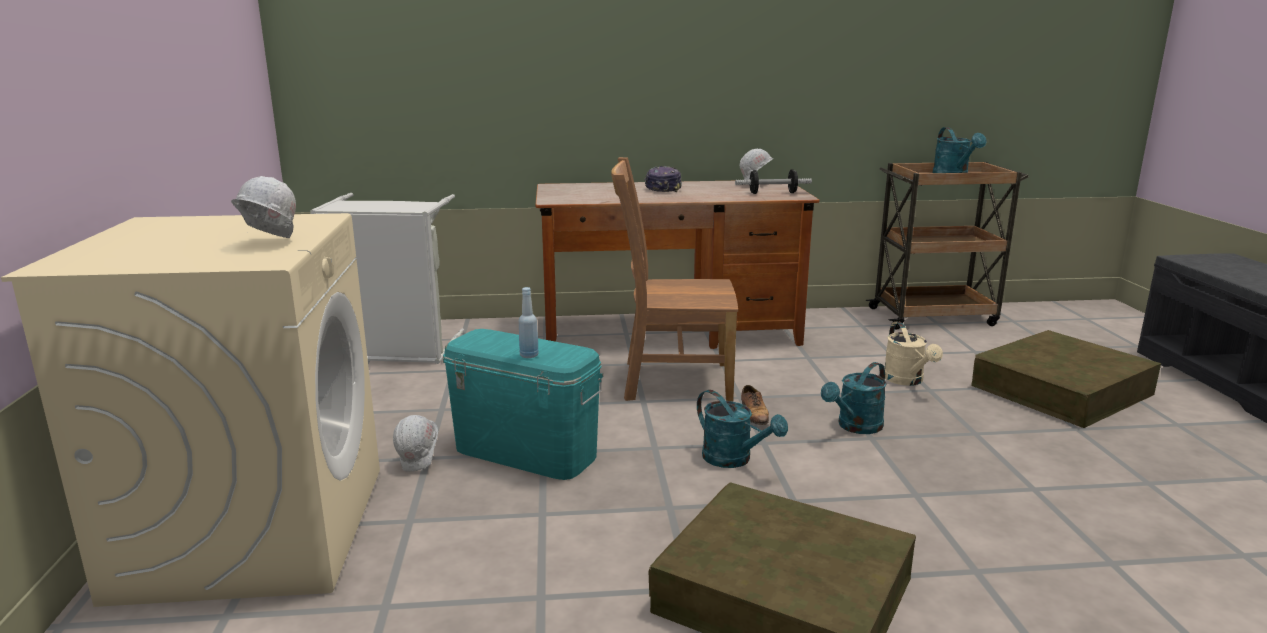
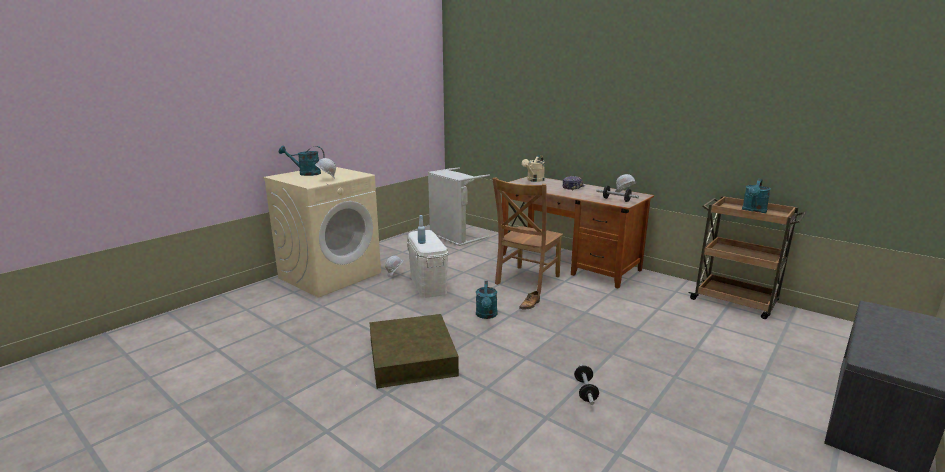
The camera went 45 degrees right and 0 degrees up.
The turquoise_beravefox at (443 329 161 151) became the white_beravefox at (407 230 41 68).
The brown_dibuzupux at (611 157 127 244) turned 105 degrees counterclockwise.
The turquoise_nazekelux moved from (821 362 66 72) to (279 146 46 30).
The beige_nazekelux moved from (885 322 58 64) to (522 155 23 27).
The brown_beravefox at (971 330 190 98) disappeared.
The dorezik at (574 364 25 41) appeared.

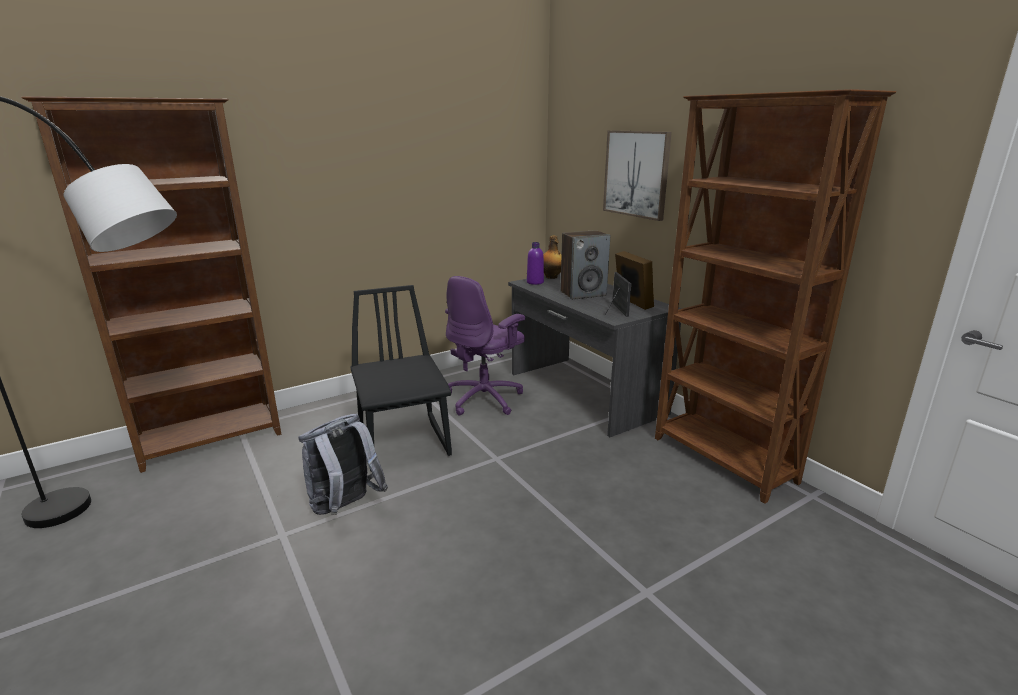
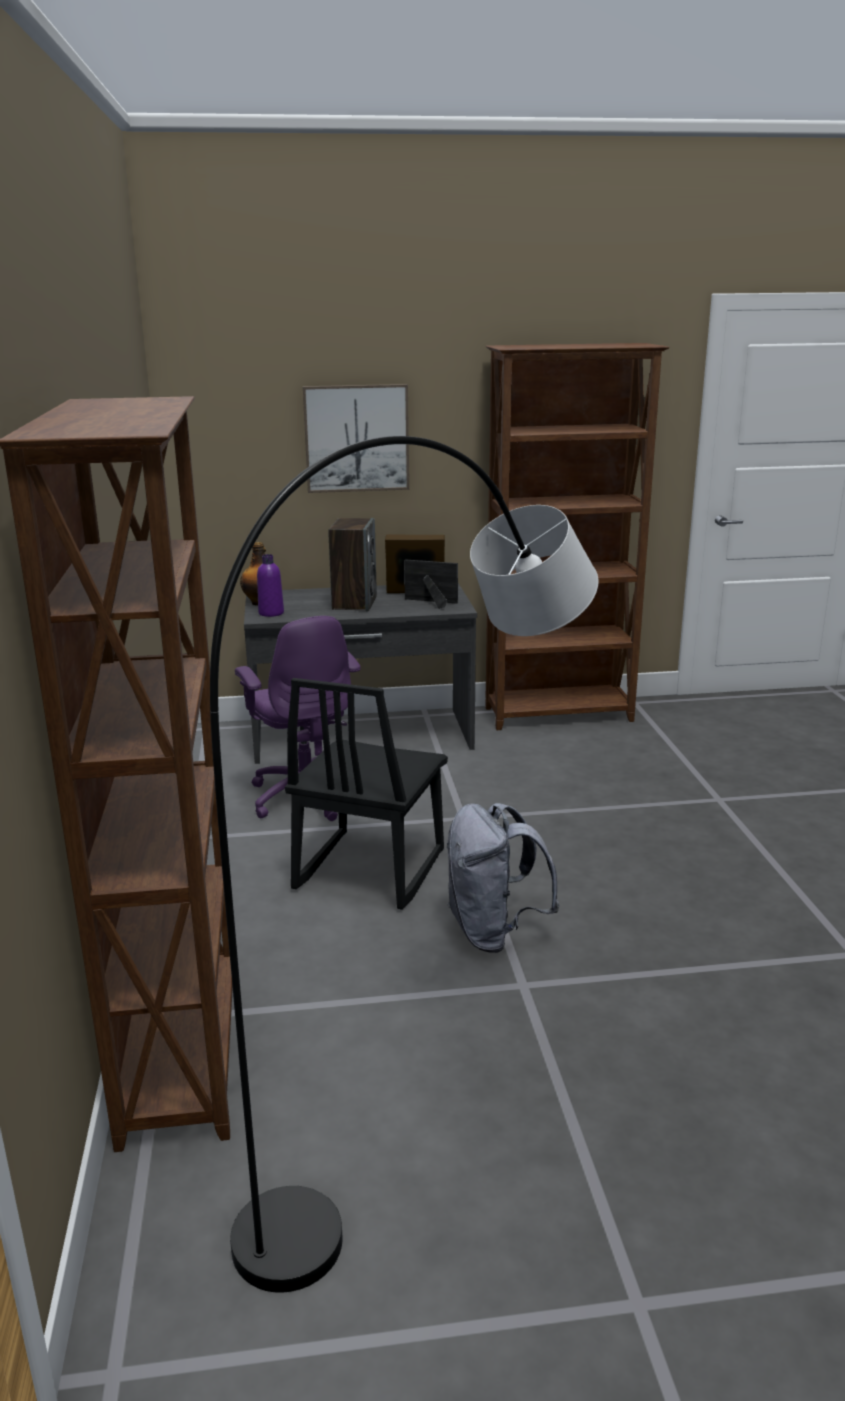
The camera went 65 degrees left and 0 degrees up.
The black_dibuzupux at (350 285 102 186) turned 75 degrees counterclockwise.

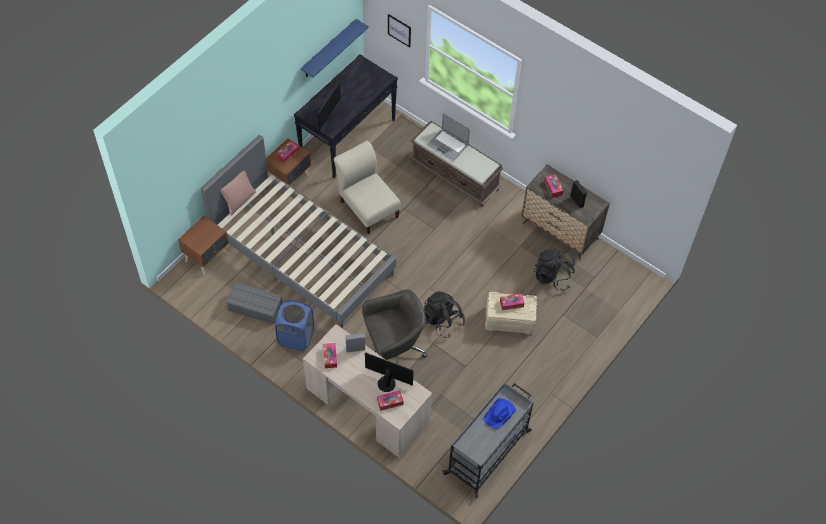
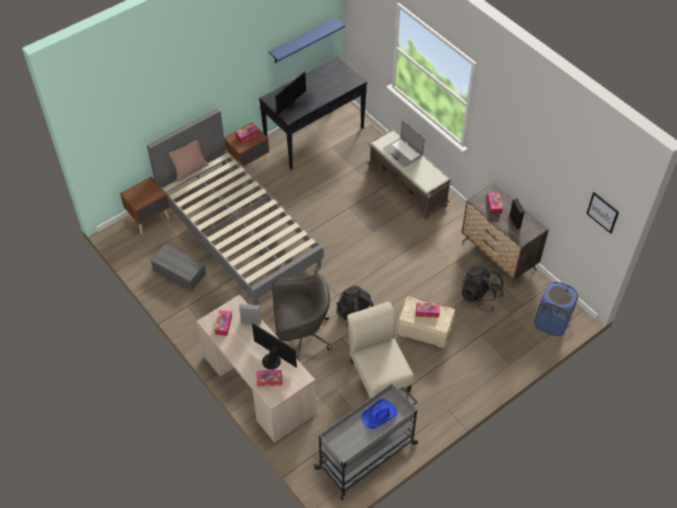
The camera went 15 degrees right and 5 degrees down.
The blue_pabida moved from (275 300 39 51) to (534 282 44 54).
The beige_dibuzupux moved from (334 141 67 94) to (347 302 67 96).
The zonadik moved from (388 14 23 34) to (586 192 33 42).

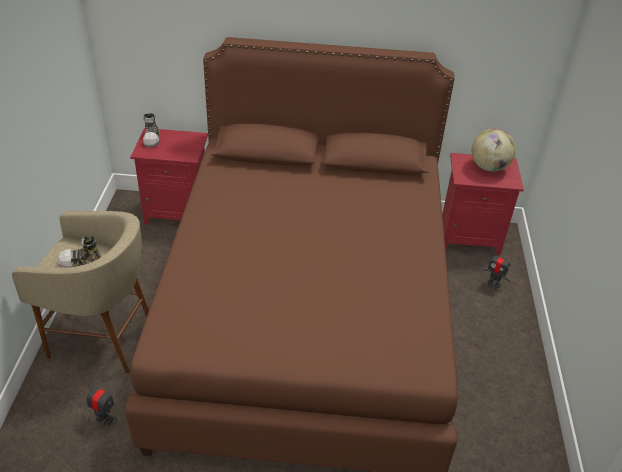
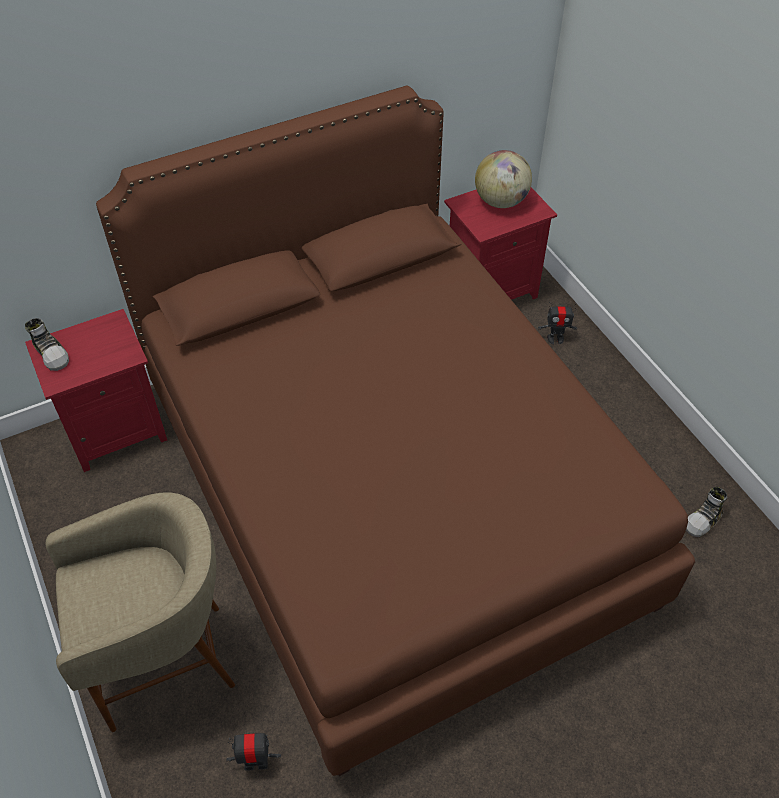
The camera went 30 degrees left and 10 degrees up.
The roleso moved from (57 236 45 31) to (686 487 41 50).

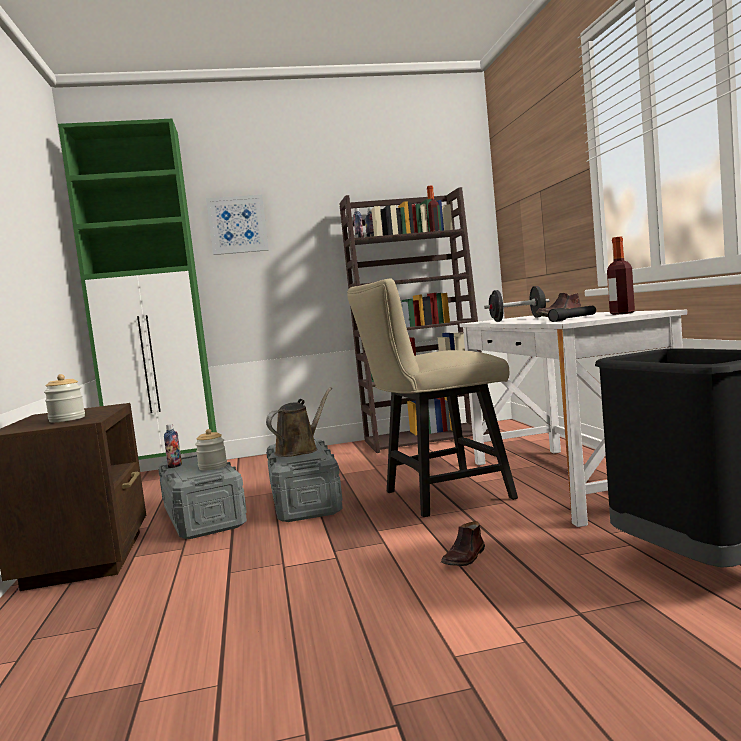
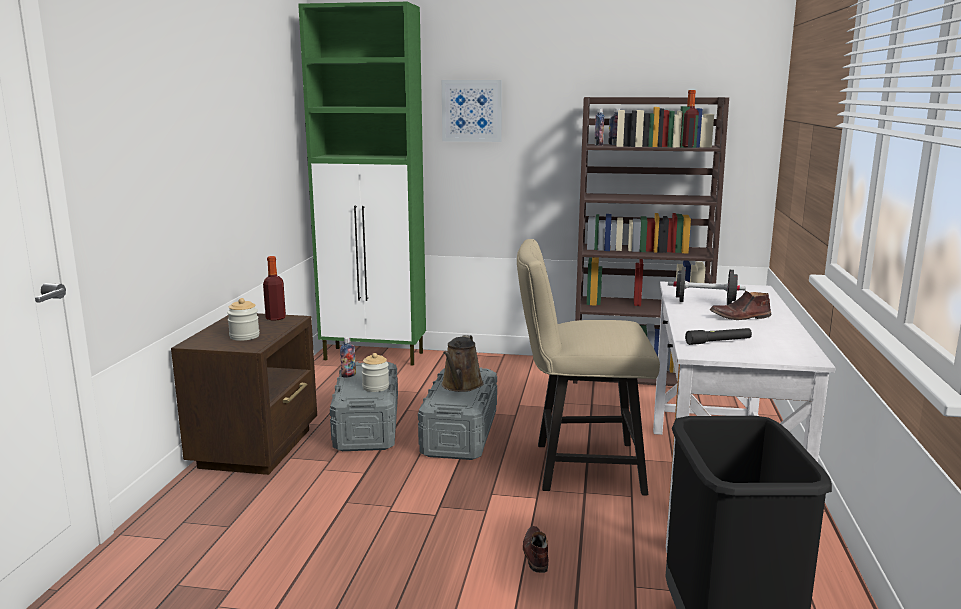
The camera went 20 degrees right and 10 degrees up.
The brown_nazekelux at (266 387 66 70) turned 135 degrees clockwise.
The brown_roleso at (441 521 44 45) turned 120 degrees clockwise.
The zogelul moved from (607 236 28 79) to (263 256 23 65).

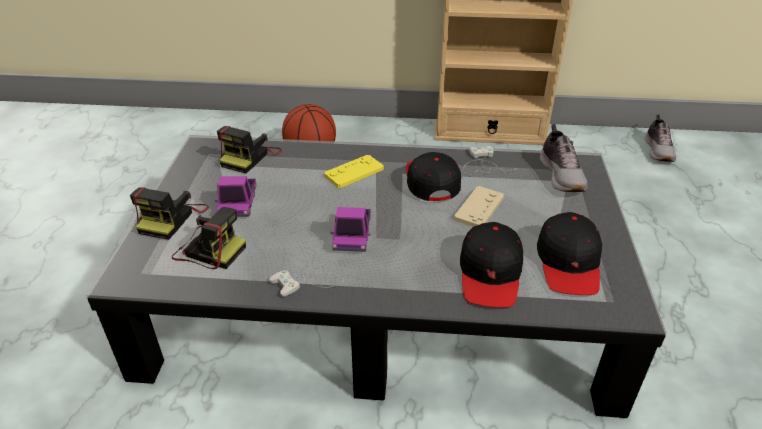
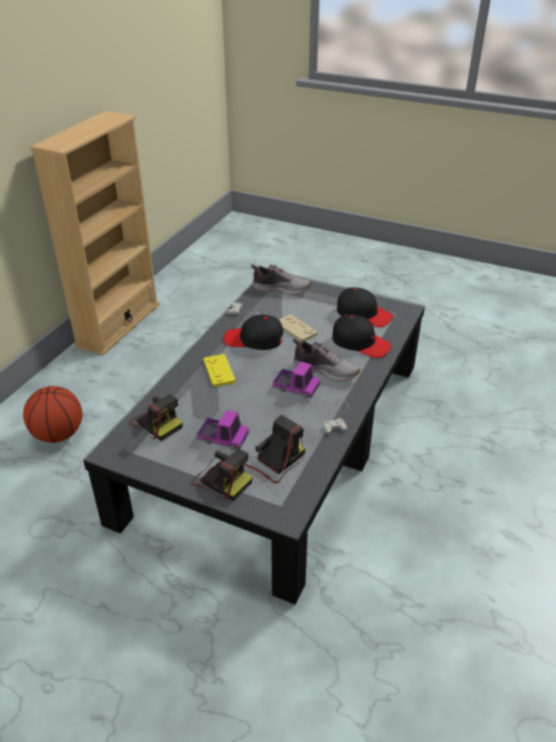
The camera went 70 degrees left and 0 degrees up.
The roleso moved from (645 114 31 48) to (293 338 67 44).

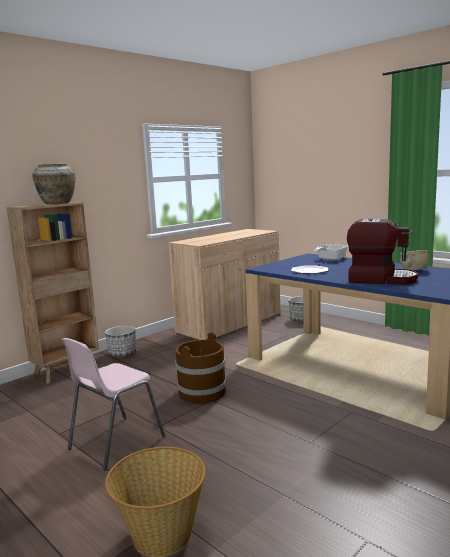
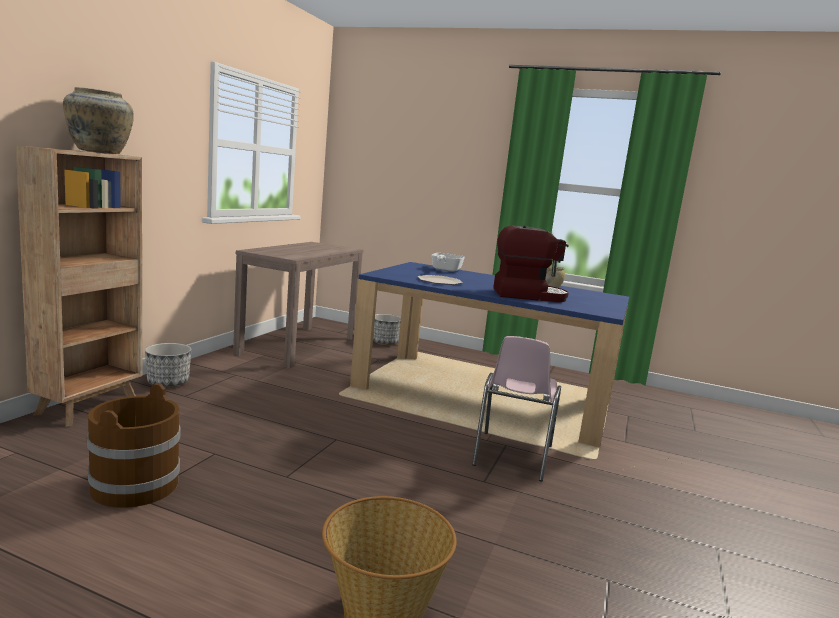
The camera went 25 degrees left and 0 degrees up.
The pink_dibuzupux moved from (62 338 103 132) to (472 336 89 145).
The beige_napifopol at (168 229 112 111) was replaced by the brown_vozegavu at (233 242 130 126).
The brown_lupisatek moved from (175 332 51 72) to (87 383 94 125).

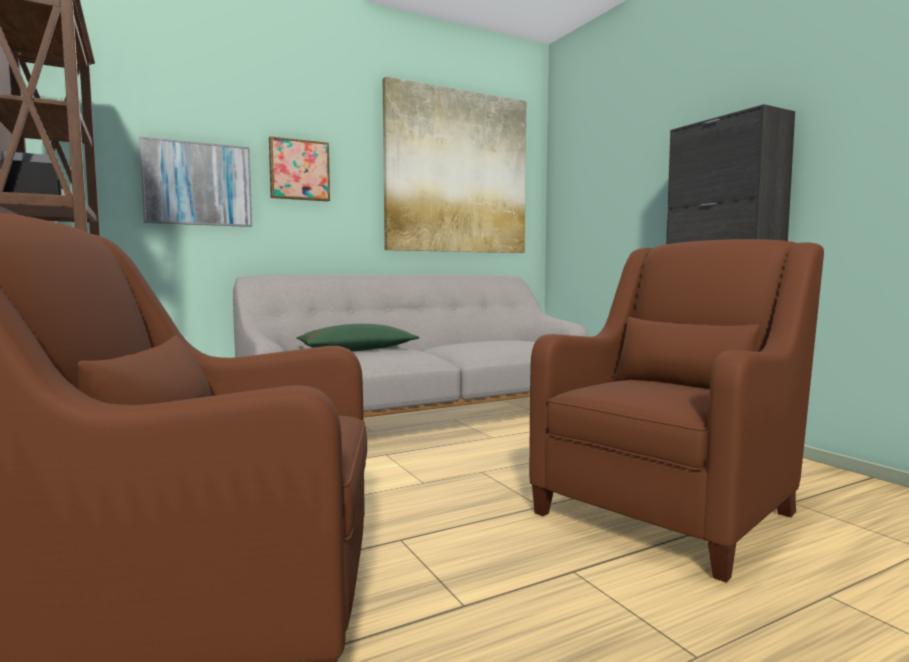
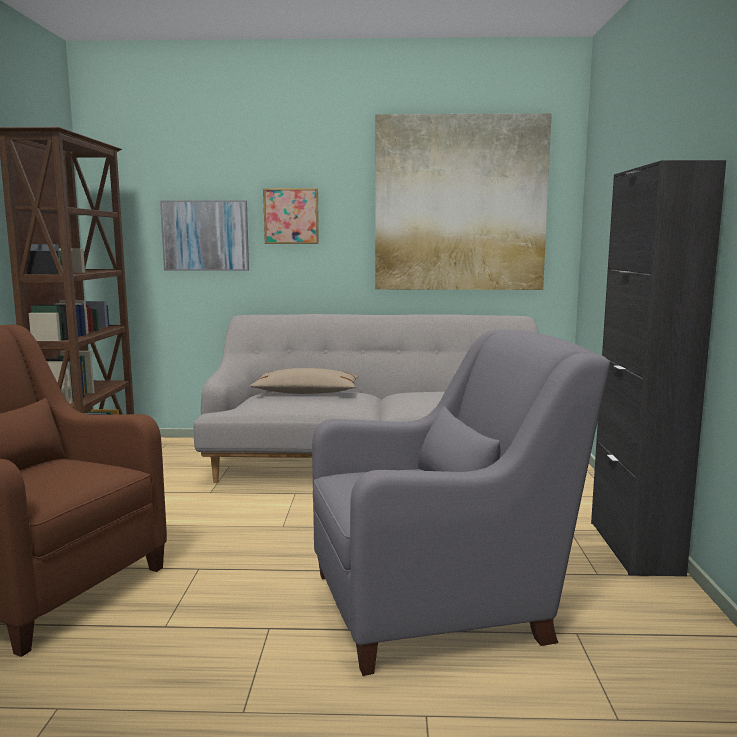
The camera went 30 degrees right and 5 degrees up.
The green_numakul at (297 324 123 27) became the beige_numakul at (249 368 110 26).
The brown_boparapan at (529 239 295 344) became the grey_boparapan at (312 330 298 346).

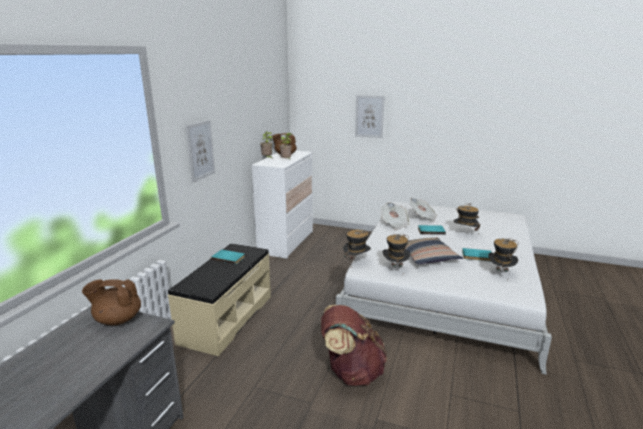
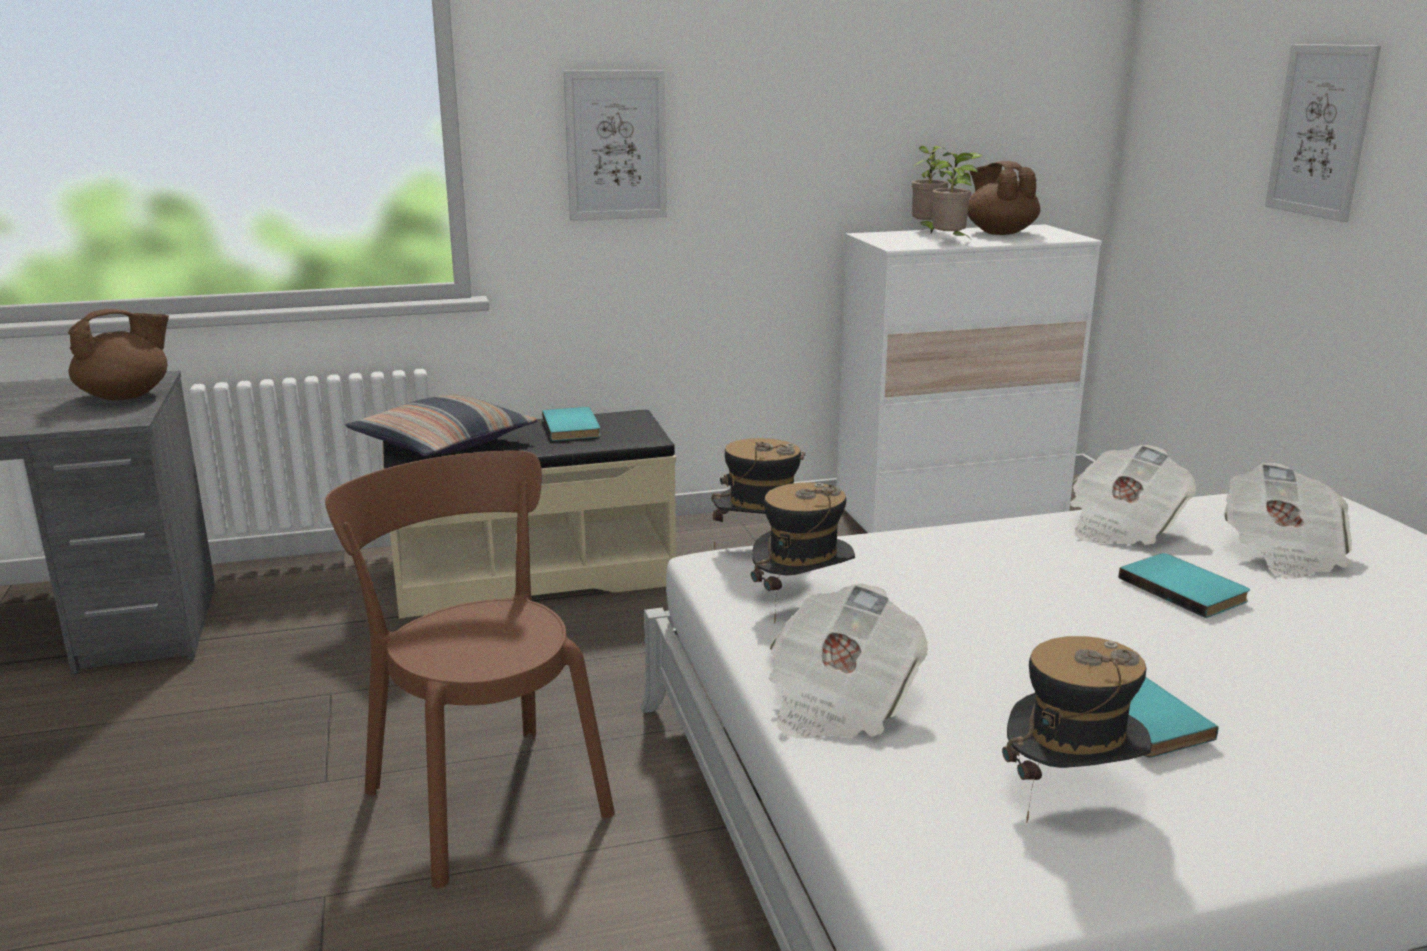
The camera went 55 degrees right and 0 degrees up.
The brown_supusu at (82 279 59 46) turned 90 degrees clockwise.
The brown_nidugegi at (321 305 66 81) was replaced by the brown_dibuzupux at (325 450 290 439).
The numakul moved from (405 237 58 27) to (346 394 191 62).
The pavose at (453 203 27 28) disappeared.
The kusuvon at (769 584 159 155) appeared.

